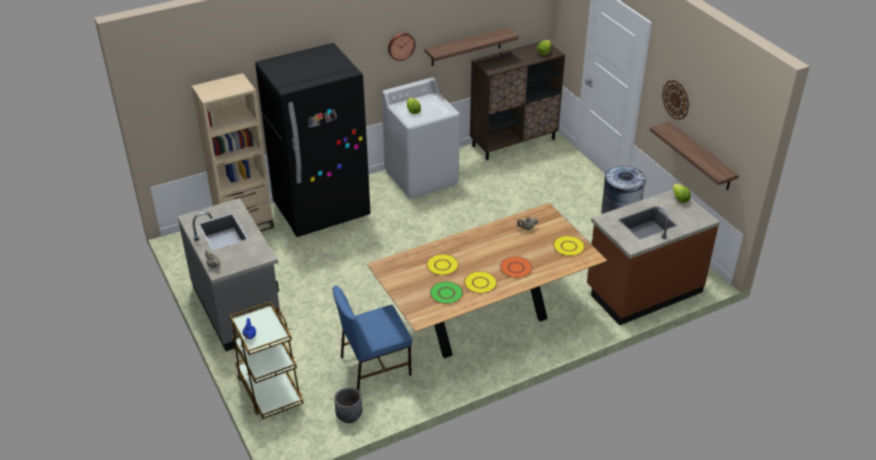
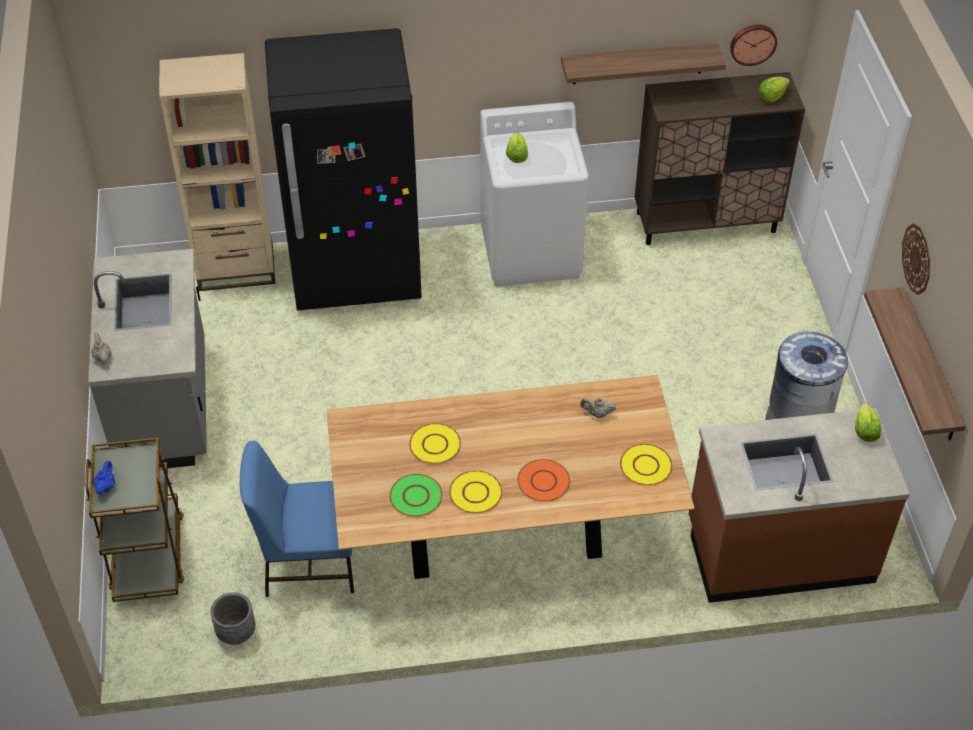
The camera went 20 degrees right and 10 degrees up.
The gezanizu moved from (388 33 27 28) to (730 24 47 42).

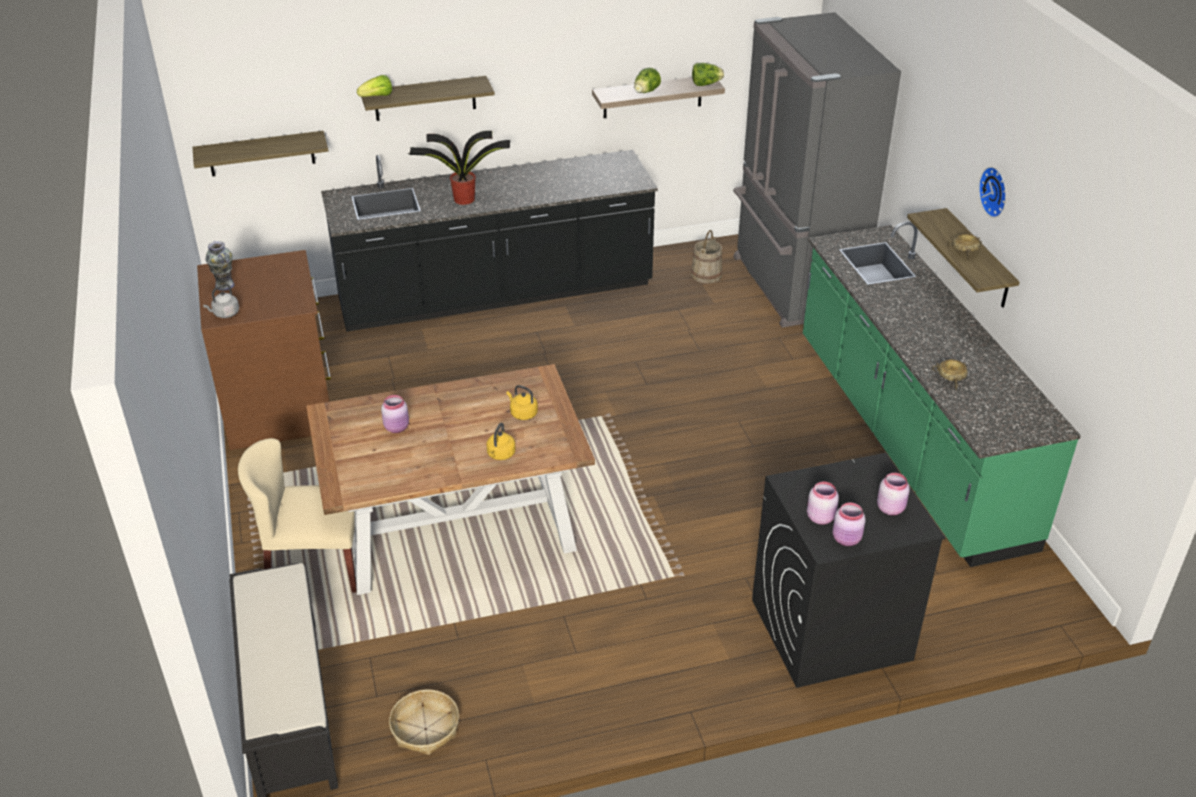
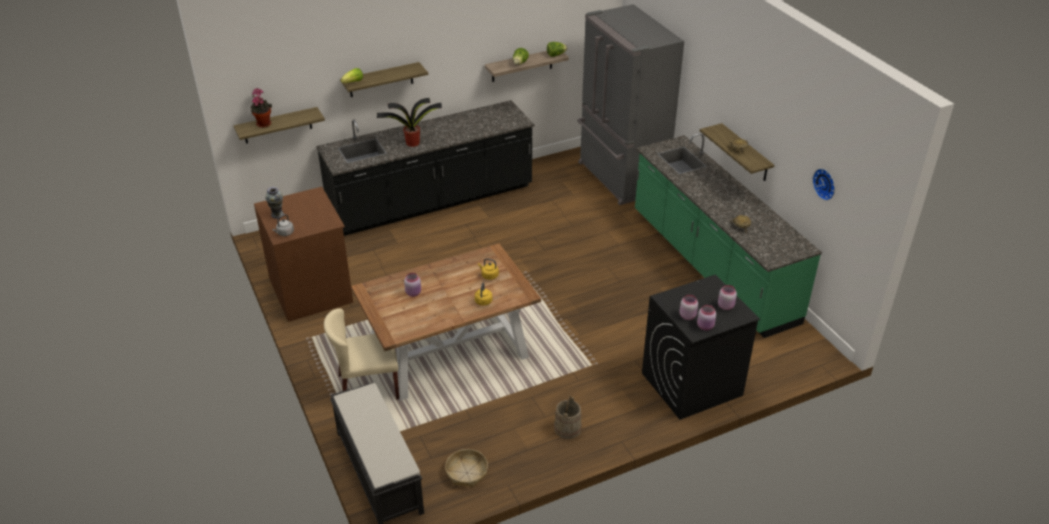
The camera went 10 degrees left and 0 degrees up.
The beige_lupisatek moved from (691 230 31 54) to (554 395 28 44).
The gezanizu moved from (978 167 29 51) to (812 168 23 33).
The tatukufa at (250 88 22 40) appeared.

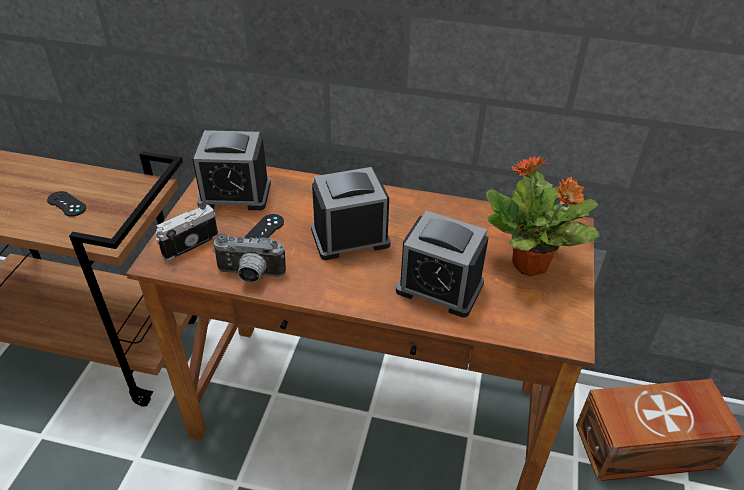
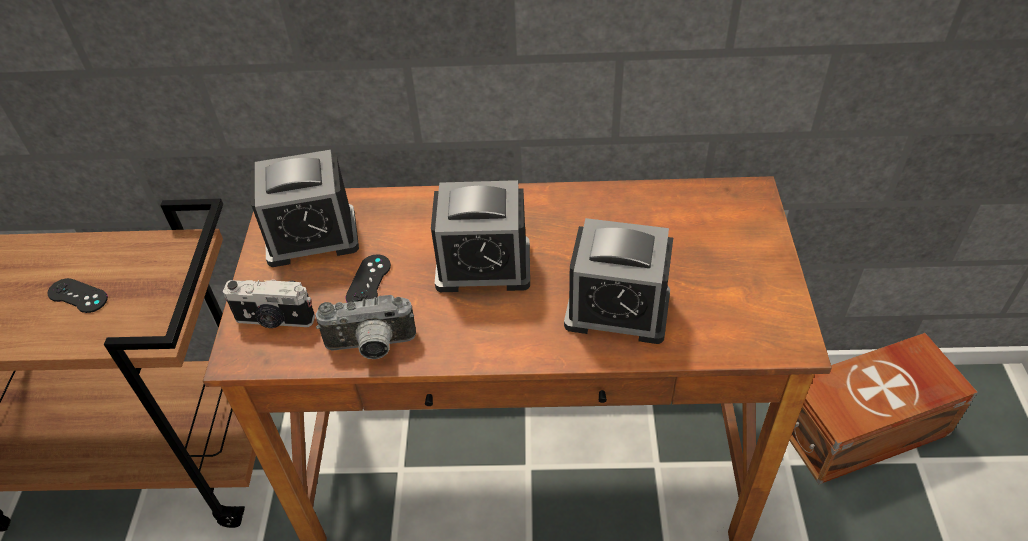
The camera went 10 degrees left and 5 degrees up.
The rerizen at (156 203 62 58) turned 120 degrees counterclockwise.
The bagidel at (311 167 80 93) turned 150 degrees counterclockwise.
The tatukufa at (486 157 114 120) disappeared.

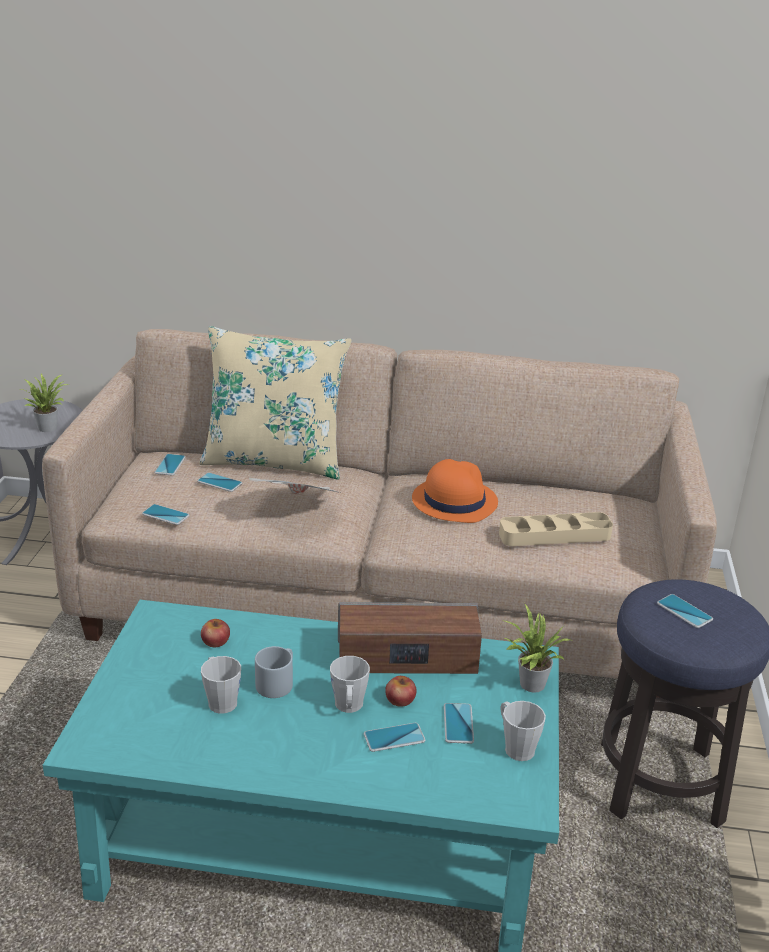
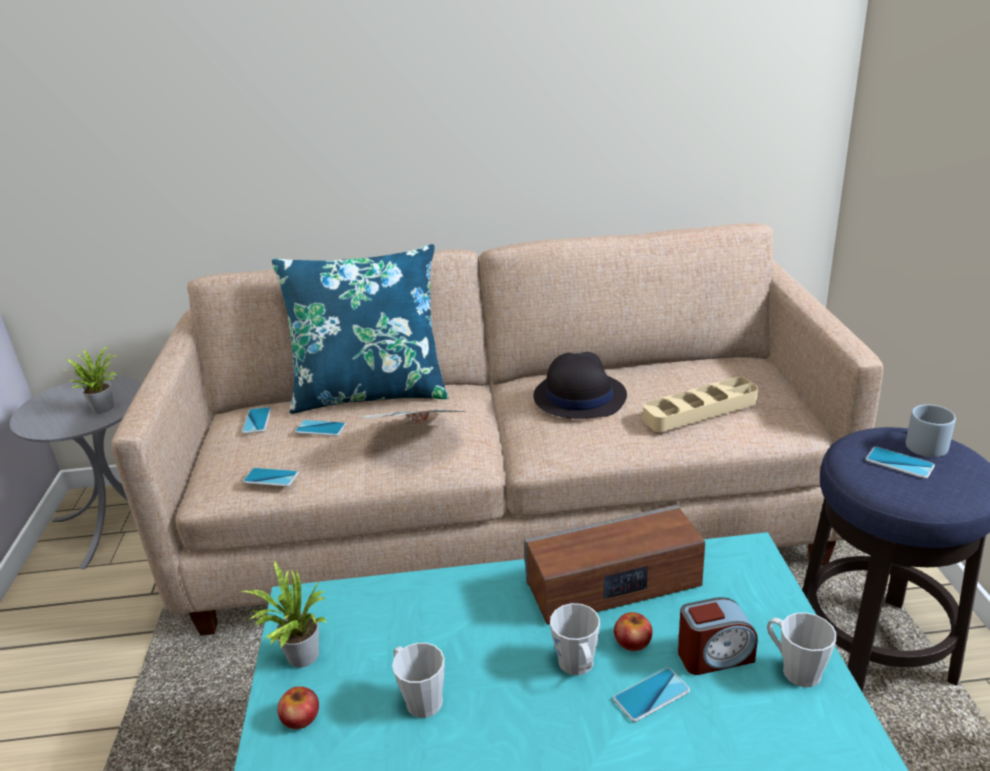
The camera went 10 degrees left and 0 degrees up.
The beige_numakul at (199 326 153 153) became the blue_numakul at (272 244 177 170).
The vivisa moved from (201 619 29 28) to (278 686 41 43).
The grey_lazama moved from (255 646 38 52) to (906 405 50 52).
The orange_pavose at (412 459 86 64) became the black_pavose at (533 352 94 67).
The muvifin at (444 703 30 41) was replaced by the bagidel at (678 597 80 78).
The tatukufa moved from (504 604 67 89) to (240 561 87 107).

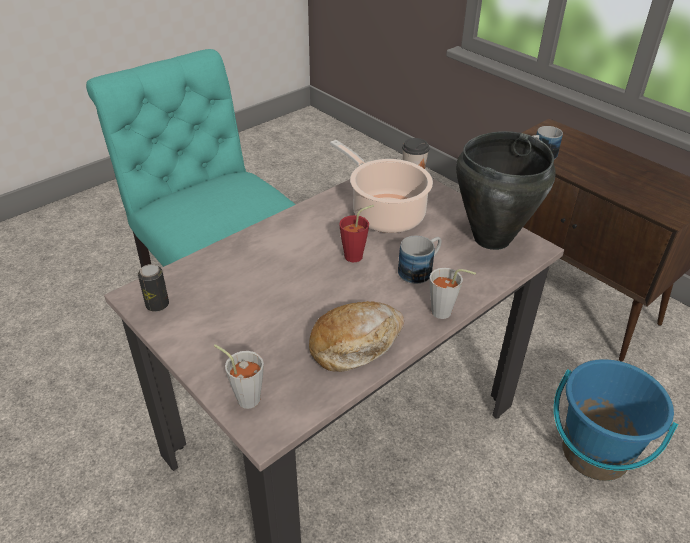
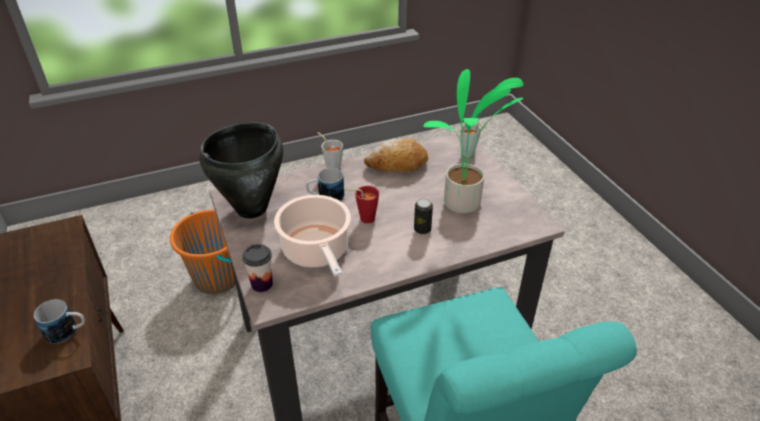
The camera went 160 degrees left and 0 degrees up.
The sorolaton moved from (138 264 31 48) to (414 199 19 35).
The blue_lupisatek at (554 359 124 122) became the orange_lupisatek at (170 210 66 84).
The tatukufa at (423 69 100 145) appeared.

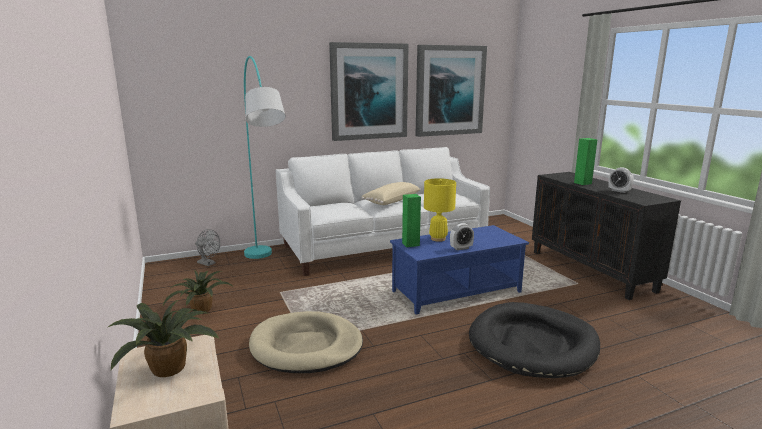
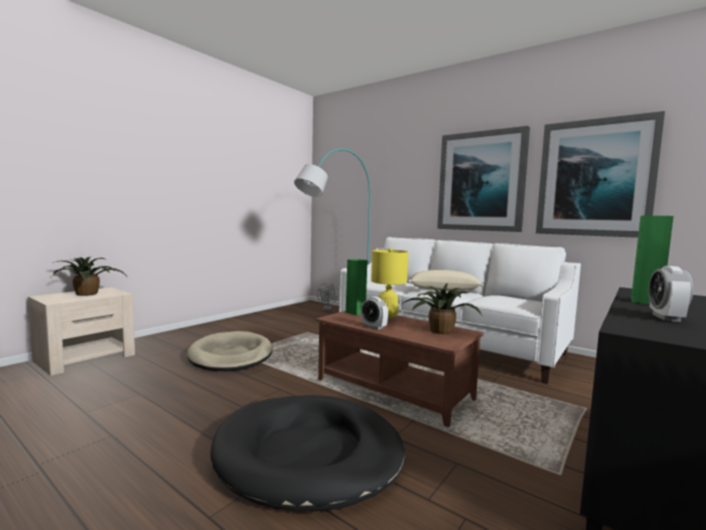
The camera went 60 degrees right and 10 degrees down.
The tatukufa moved from (163 271 69 41) to (400 283 82 51).
The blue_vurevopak at (390 225 139 89) became the brown_vurevopak at (316 311 168 116).

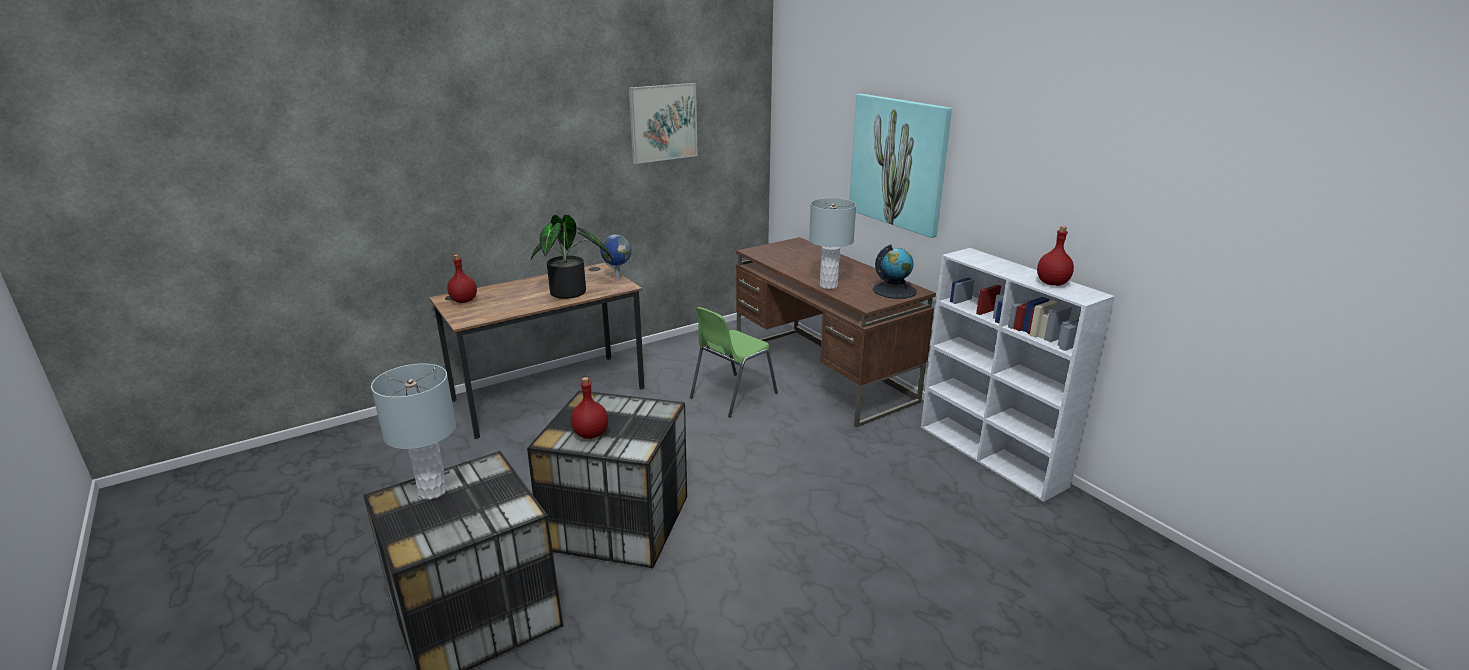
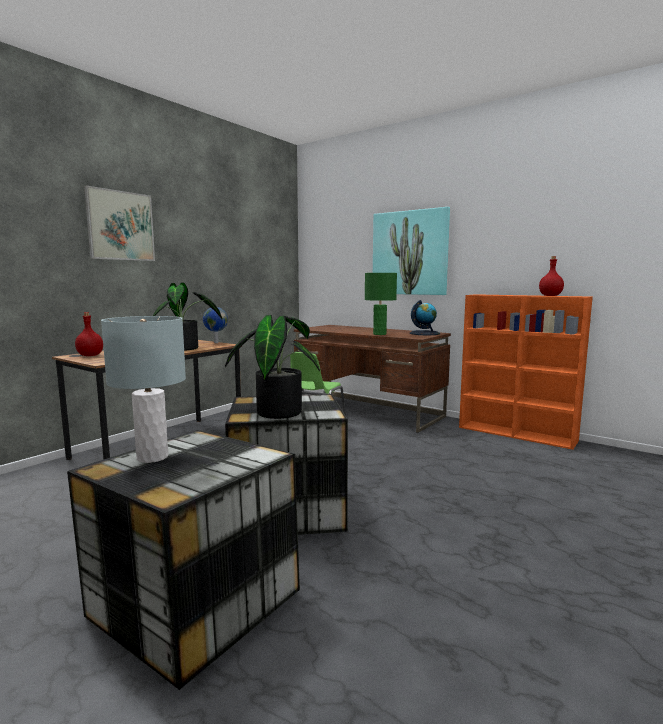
The camera went 20 degrees left and 15 degrees down.
The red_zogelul at (571 377 37 62) was replaced by the tatukufa at (225 315 95 104).
The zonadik moved from (629 83 69 81) to (84 185 71 76).
The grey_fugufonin at (809 198 47 91) became the green_fugufonin at (365 273 32 62).
The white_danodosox at (921 248 194 254) became the orange_danodosox at (459 294 134 156).

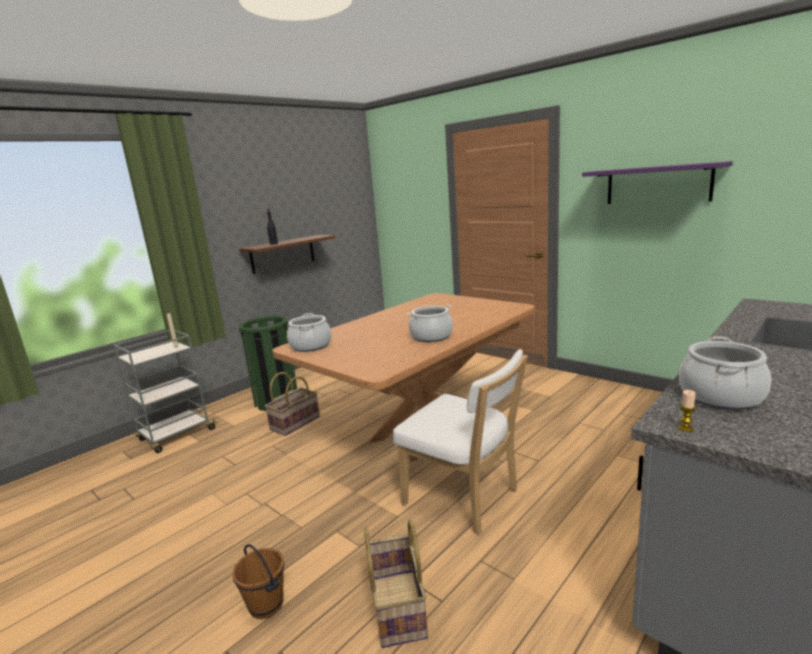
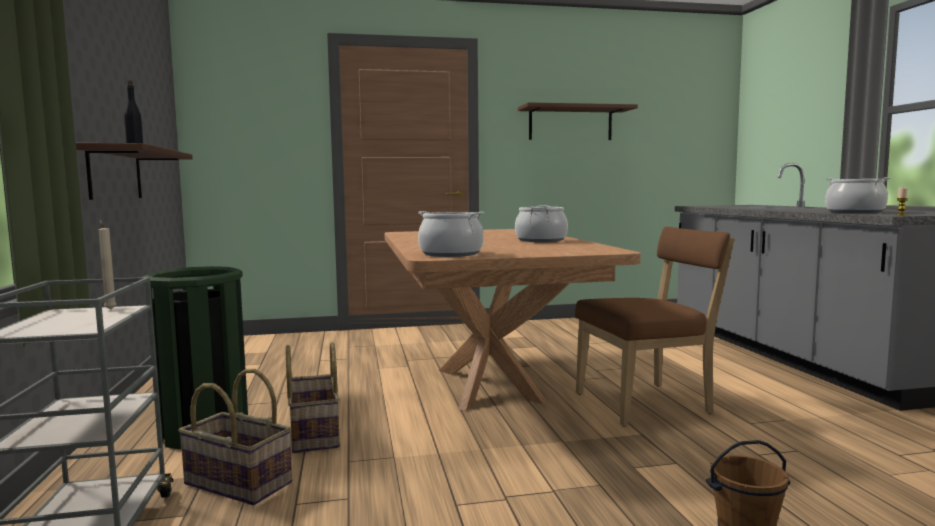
The camera went 55 degrees left and 10 degrees down.
The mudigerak moved from (364 519 64 129) to (178 369 114 136).
The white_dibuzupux at (393 349 135 186) became the brown_dibuzupux at (575 227 160 200).
The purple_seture at (582 161 151 43) became the brown_seture at (518 102 120 38).

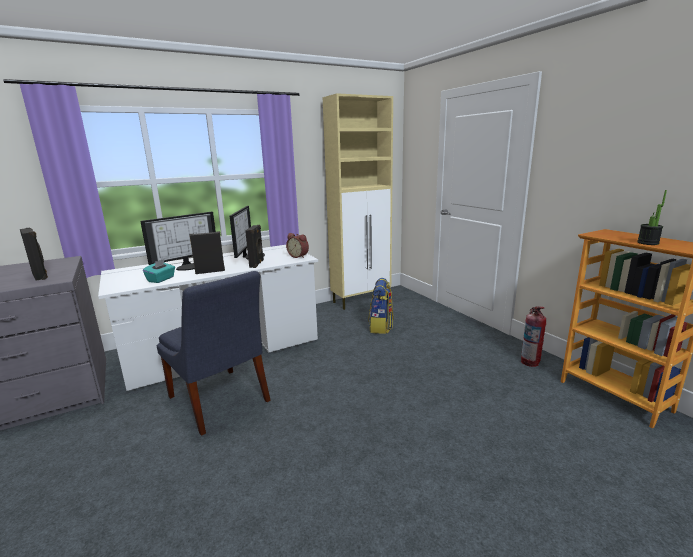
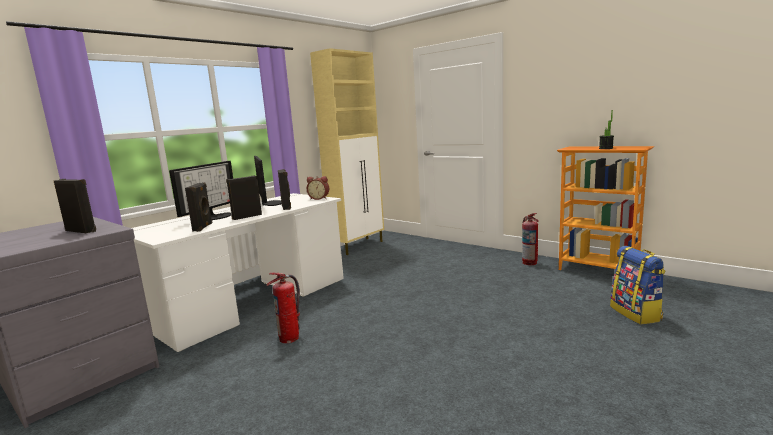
The camera went 20 degrees left and 5 degrees down.
The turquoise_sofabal at (143 259 32 24) was replaced by the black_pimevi at (185 182 27 50).
The blue_dibuzupux at (157 271 114 165) was replaced by the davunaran at (266 272 34 71).
The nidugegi moved from (368 278 26 56) to (610 246 56 78).

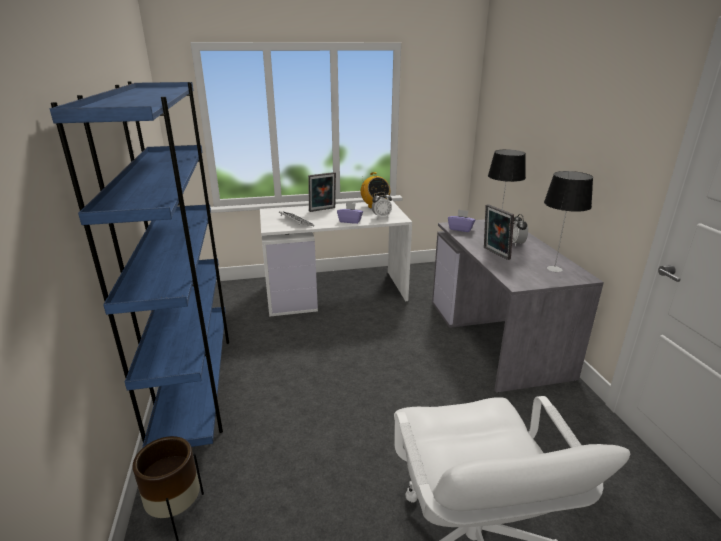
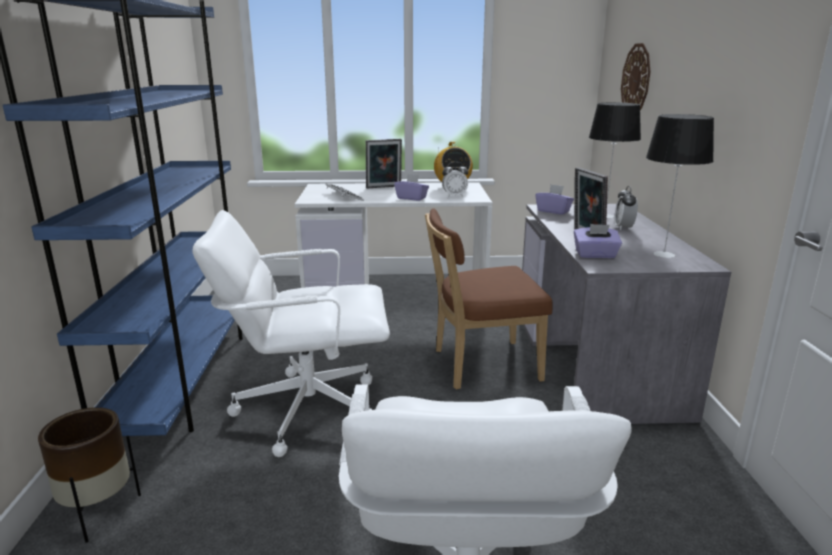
The camera went 10 degrees right and 5 degrees down.
The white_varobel at (192 210 198 247) appeared.
The brown_dibuzupux at (425 208 128 182) appeared.
The purple_sofabal at (574 224 48 34) appeared.
The gezanizu at (621 43 30 67) appeared.

